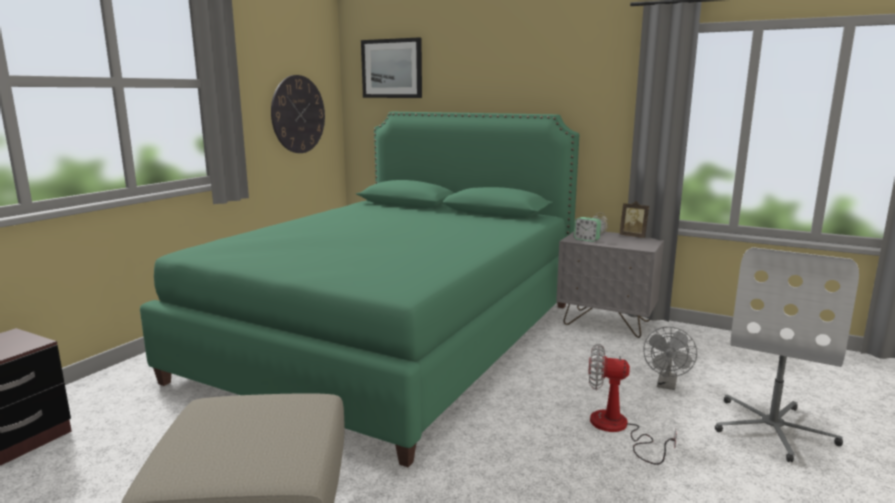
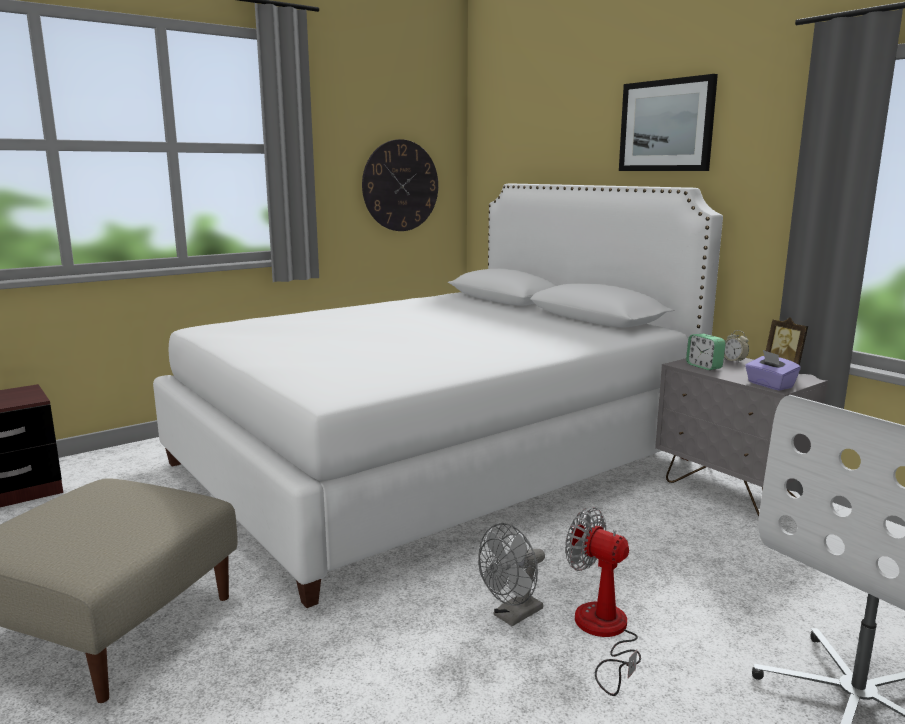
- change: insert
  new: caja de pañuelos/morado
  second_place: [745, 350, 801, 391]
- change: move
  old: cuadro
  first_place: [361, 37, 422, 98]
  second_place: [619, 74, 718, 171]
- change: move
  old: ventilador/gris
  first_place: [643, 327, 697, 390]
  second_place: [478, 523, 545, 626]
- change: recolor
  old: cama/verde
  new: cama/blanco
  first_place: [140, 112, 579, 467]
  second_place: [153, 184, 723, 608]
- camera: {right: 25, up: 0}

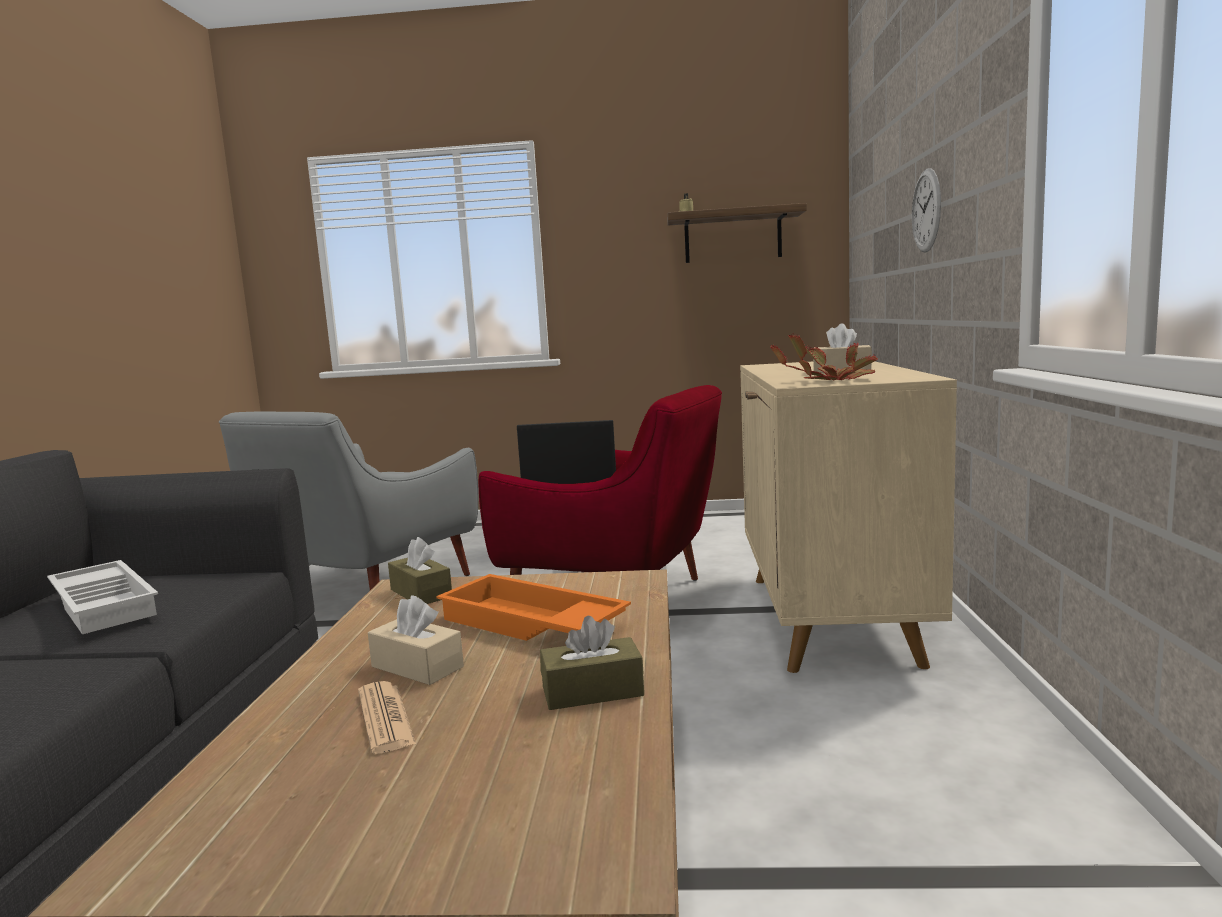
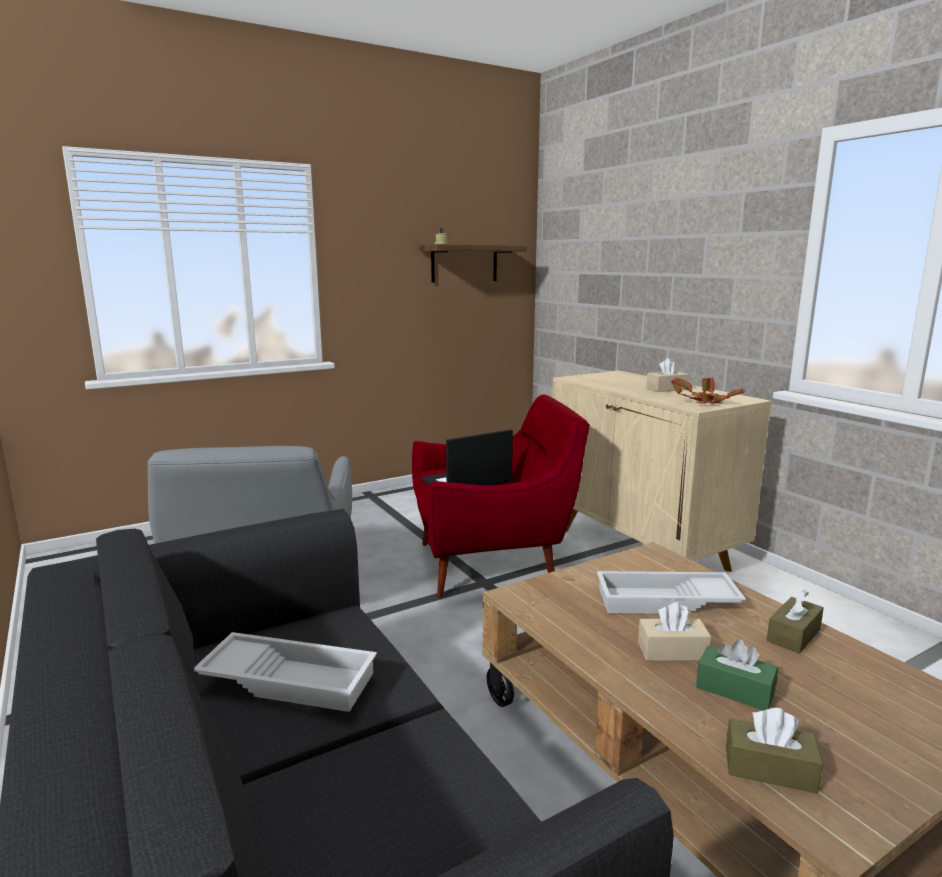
- change: delete
  old: reloj de pared
  first_place: [912, 168, 941, 253]
- change: move
  old: caja de pañuelos/marrón
  first_place: [388, 537, 452, 604]
  second_place: [726, 708, 823, 793]
- change: replace
  old: periódico
  new: caja de pañuelos/verde
  first_place: [358, 681, 416, 754]
  second_place: [696, 639, 778, 710]
- change: recolor
  old: bandeja/naranja
  new: bandeja/blanco
  first_place: [436, 574, 631, 641]
  second_place: [597, 571, 746, 614]
- camera: {right: -35, up: 5}

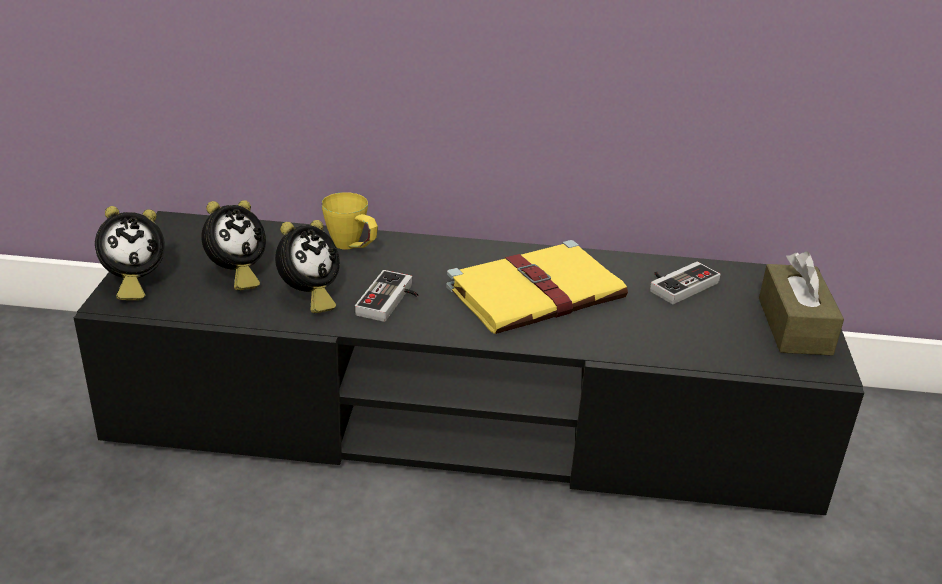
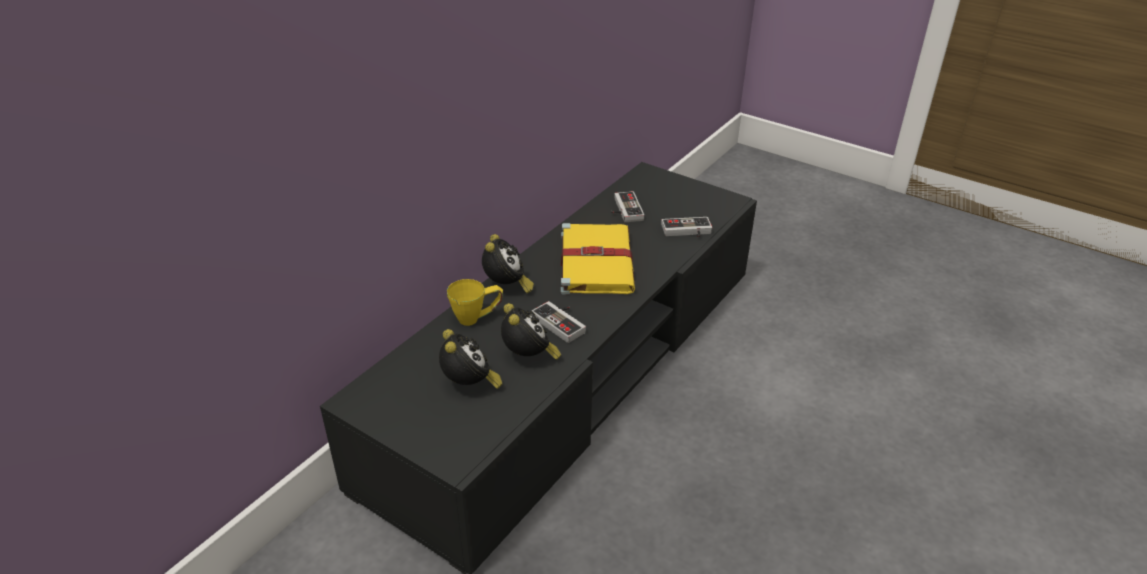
- change: delete
  old: caja de pañuelos/marrón
  first_place: [759, 252, 844, 356]
- change: insert
  new: mando de consola
  second_place: [661, 217, 712, 238]
- change: move
  old: despertador
  first_place: [95, 206, 165, 300]
  second_place: [482, 234, 534, 293]
- camera: {right: -60, up: 5}

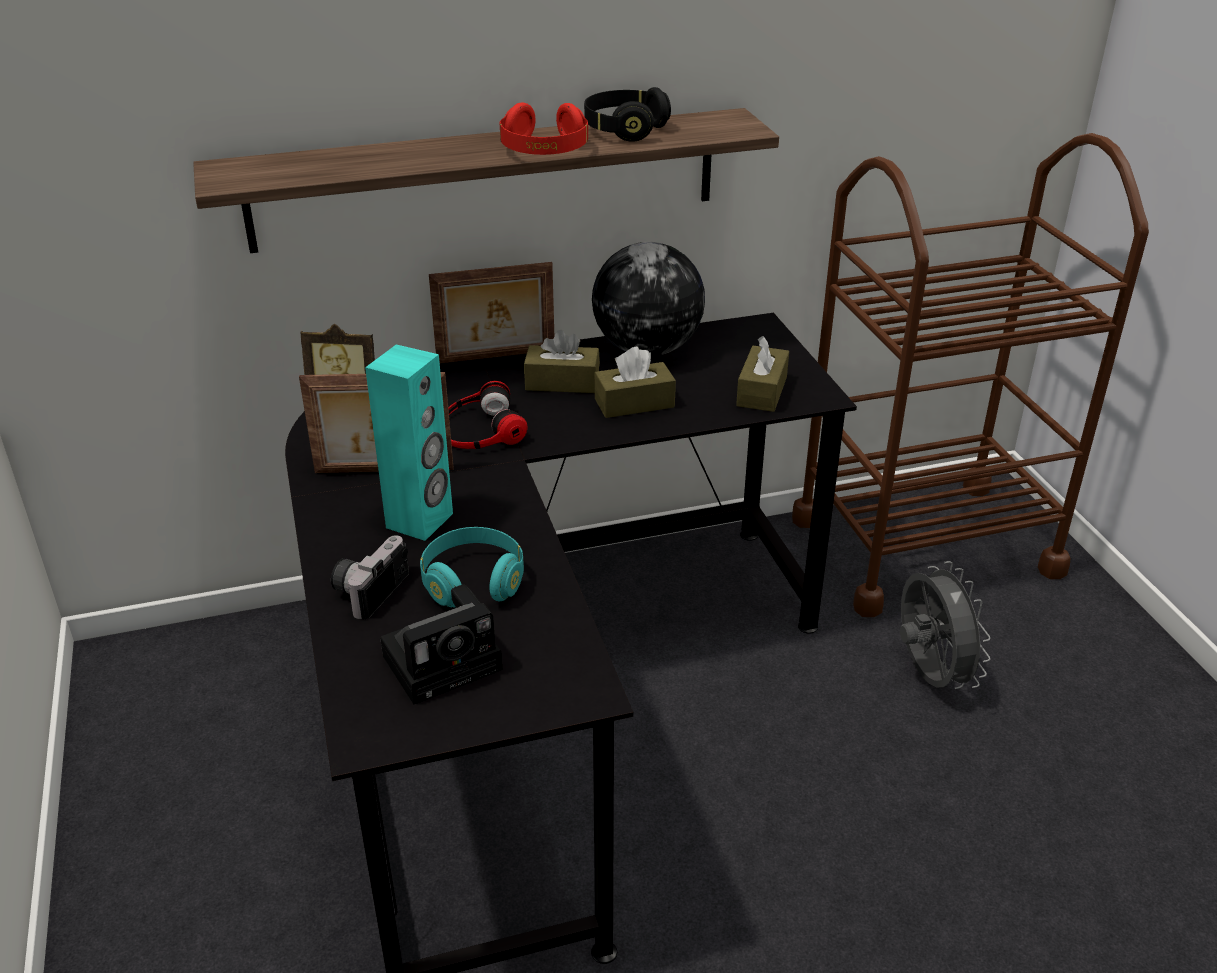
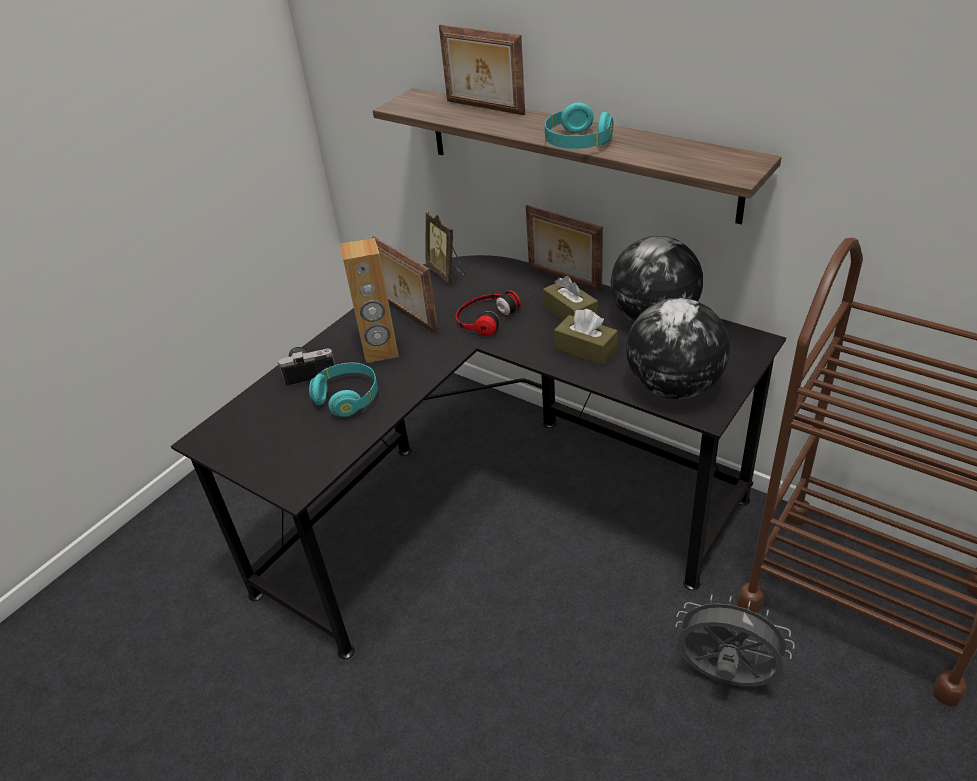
- change: delete
  old: cámara
  first_place: [380, 584, 502, 704]
- change: delete
  old: auriculares/negro
  first_place: [584, 87, 671, 142]
- change: insert
  new: portarretratos
  second_place: [439, 25, 525, 115]
- change: replace
  old: caja de pañuelos/marrón
  new: globo terráqueo
  first_place: [736, 336, 789, 412]
  second_place: [626, 298, 730, 399]
- change: recolor
  old: altavoz/turquesa
  new: altavoz/marrón
  first_place: [365, 345, 453, 541]
  second_place: [341, 238, 399, 363]
- change: recolor
  old: auriculares/rojo
  new: auriculares/turquesa
  first_place: [500, 102, 588, 155]
  second_place: [545, 103, 613, 149]
- change: rotate
  old: ventilador/gris
  first_place: [900, 561, 991, 689]
  second_place: [675, 595, 795, 687]
  degrees: -105
- camera: {right: 55, up: 5}

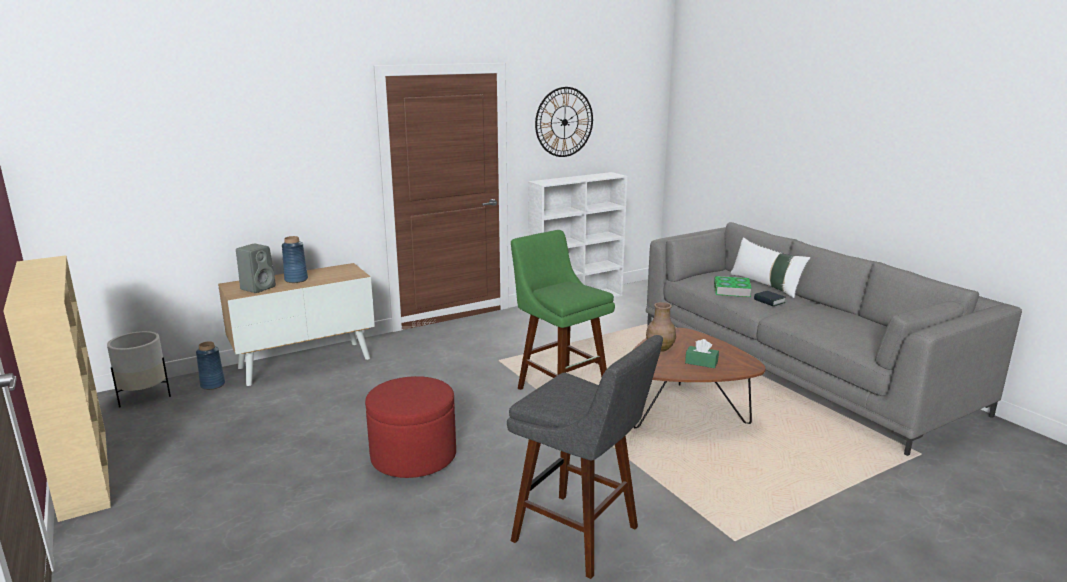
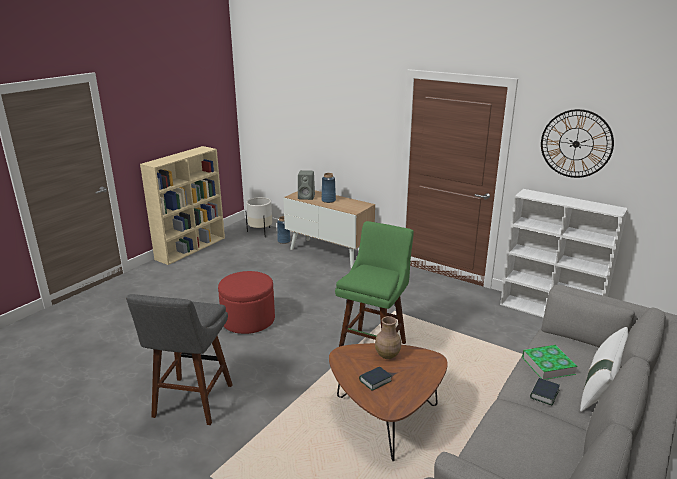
- change: replace
  old: caja de pañuelos/verde
  new: libro
  first_place: [685, 339, 719, 368]
  second_place: [359, 366, 392, 391]
- camera: {right: 65, up: 5}

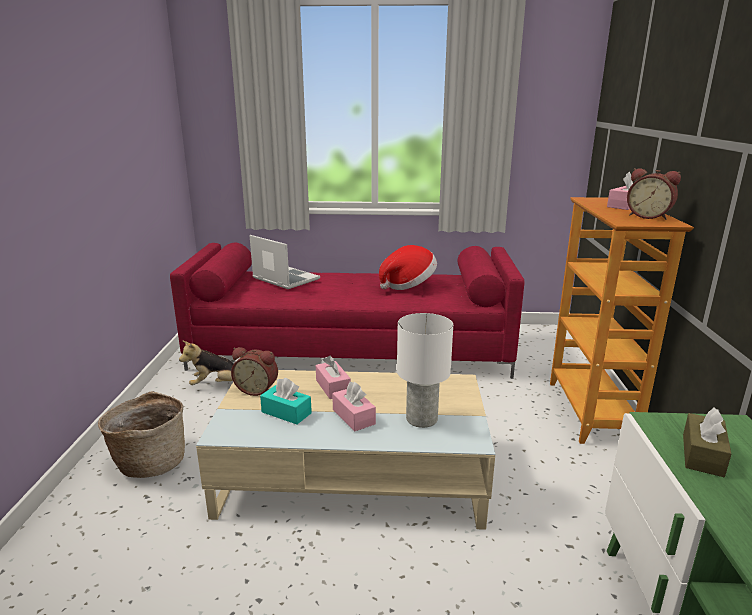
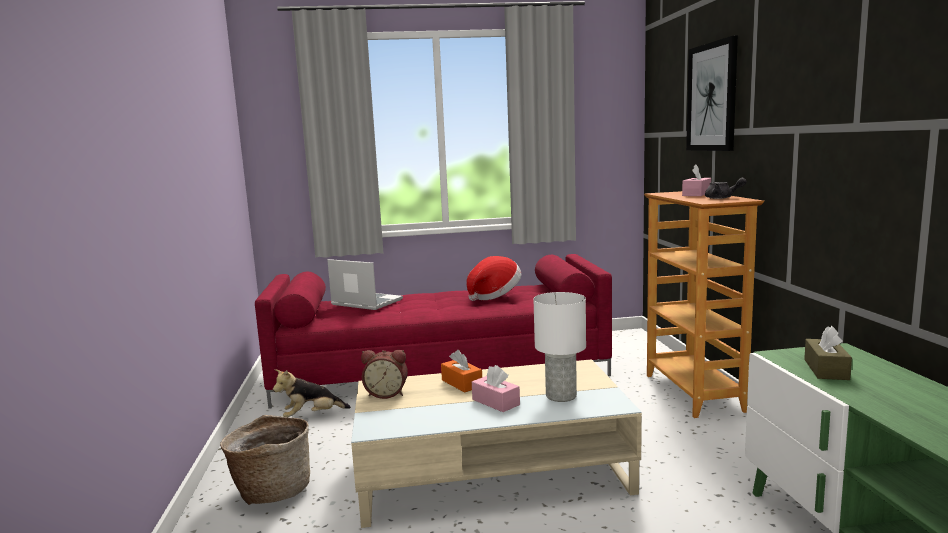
- change: delete
  old: caja de pañuelos/turquesa
  first_place: [260, 378, 312, 424]
- change: insert
  new: cuadro
  second_place: [686, 36, 738, 151]
- change: replace
  old: despertador
  new: tetera/gris
  first_place: [627, 168, 681, 220]
  second_place: [705, 178, 747, 199]
- change: recolor
  old: caja de pañuelos/rosa
  new: caja de pañuelos/naranja
  first_place: [316, 355, 351, 399]
  second_place: [441, 350, 482, 393]
- camera: {right: -10, up: -10}

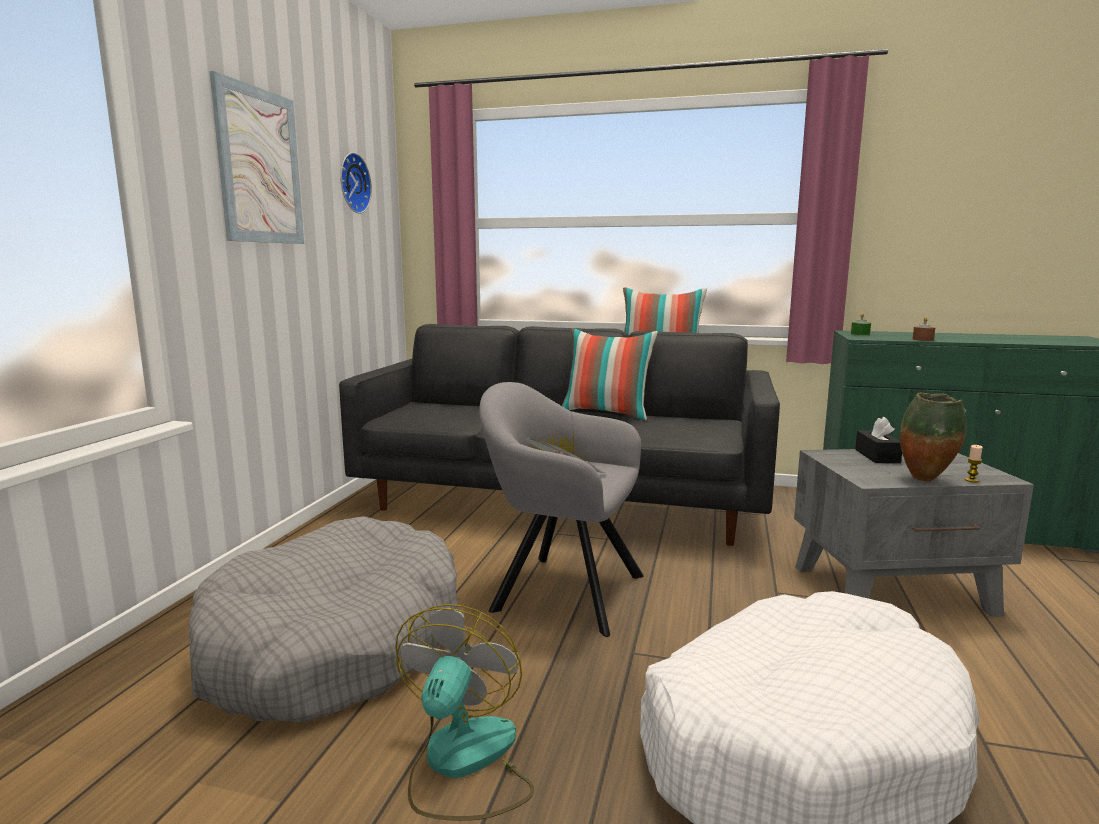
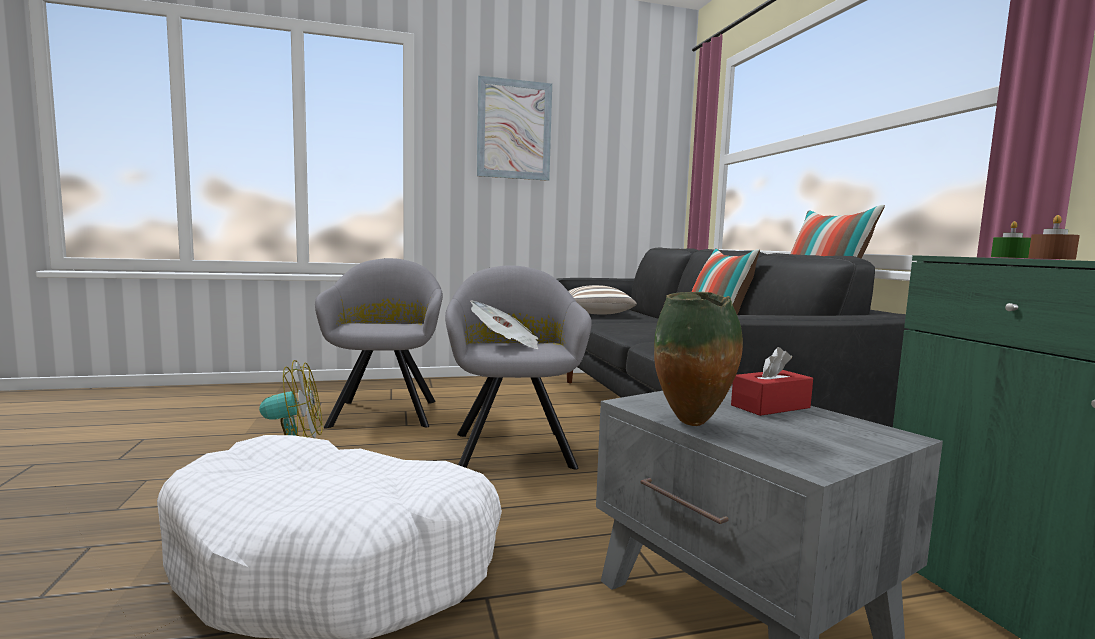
- change: delete
  old: reloj de pared
  first_place: [340, 152, 372, 214]
- change: delete
  old: vela
  first_place: [965, 445, 983, 482]
- change: insert
  new: cojín
  second_place: [569, 285, 637, 315]
- change: replace
  old: cama para perro/gris
  new: sillón/gris
  first_place: [189, 516, 460, 722]
  second_place: [315, 258, 443, 428]
- change: recolor
  old: caja de pañuelos/negro
  new: caja de pañuelos/rojo
  first_place: [855, 417, 902, 463]
  second_place: [731, 347, 813, 416]
- camera: {right: 60, up: -5}

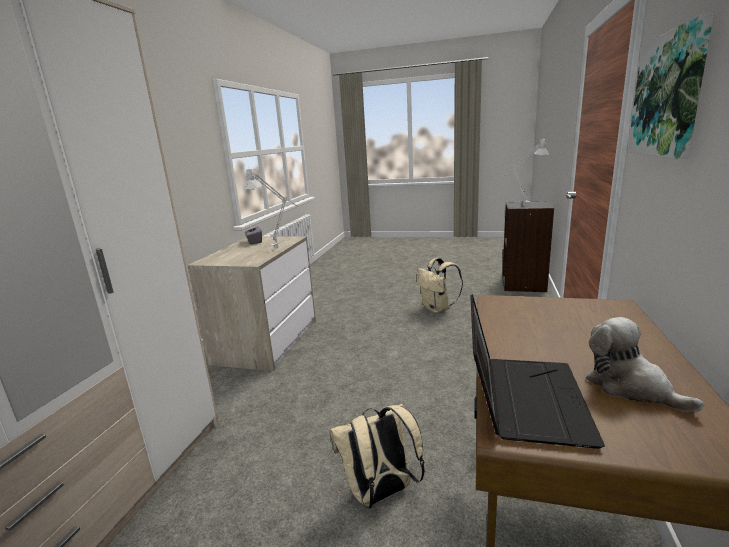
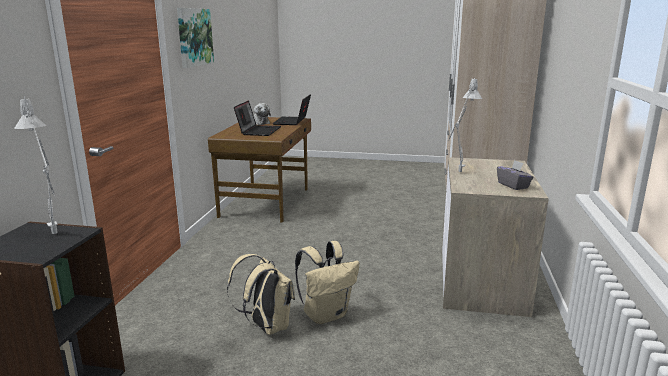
- change: insert
  new: portátil
  second_place: [234, 100, 281, 136]
- change: move
  old: mochila/beis
  first_place: [329, 404, 425, 509]
  second_place: [295, 241, 359, 324]
- camera: {right: 175, up: 0}

